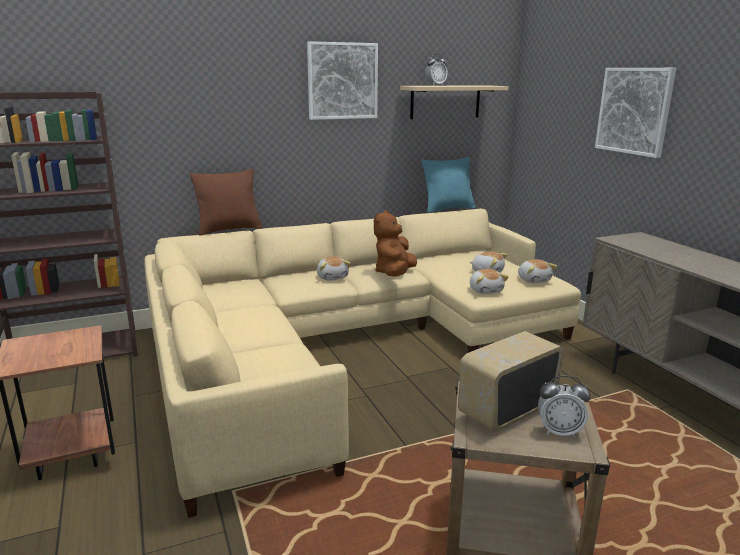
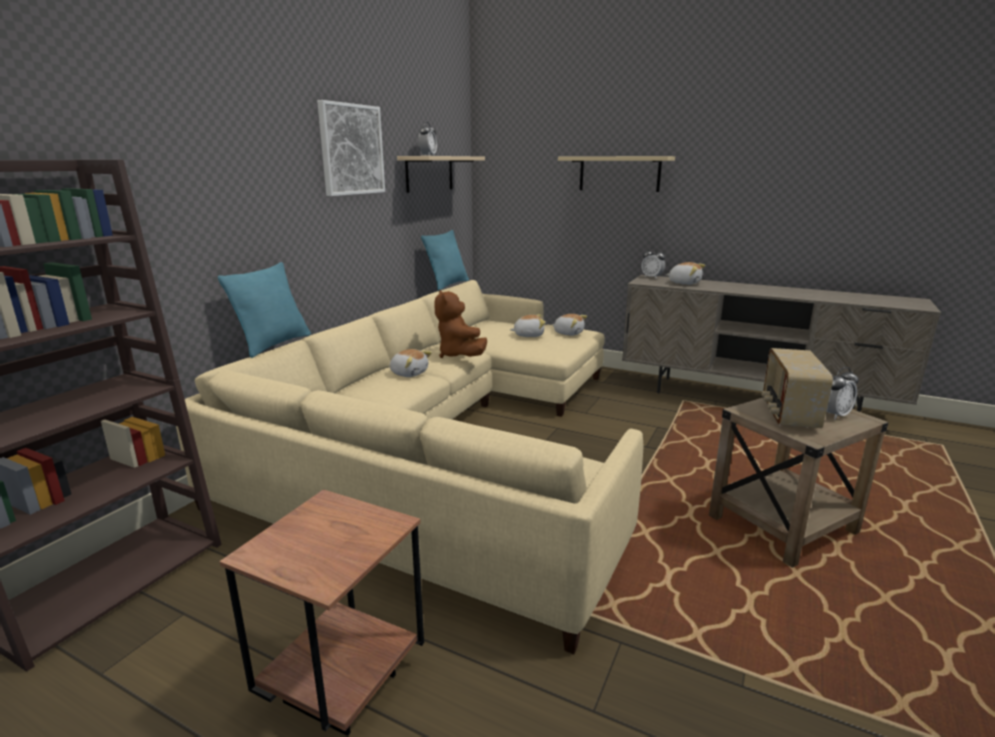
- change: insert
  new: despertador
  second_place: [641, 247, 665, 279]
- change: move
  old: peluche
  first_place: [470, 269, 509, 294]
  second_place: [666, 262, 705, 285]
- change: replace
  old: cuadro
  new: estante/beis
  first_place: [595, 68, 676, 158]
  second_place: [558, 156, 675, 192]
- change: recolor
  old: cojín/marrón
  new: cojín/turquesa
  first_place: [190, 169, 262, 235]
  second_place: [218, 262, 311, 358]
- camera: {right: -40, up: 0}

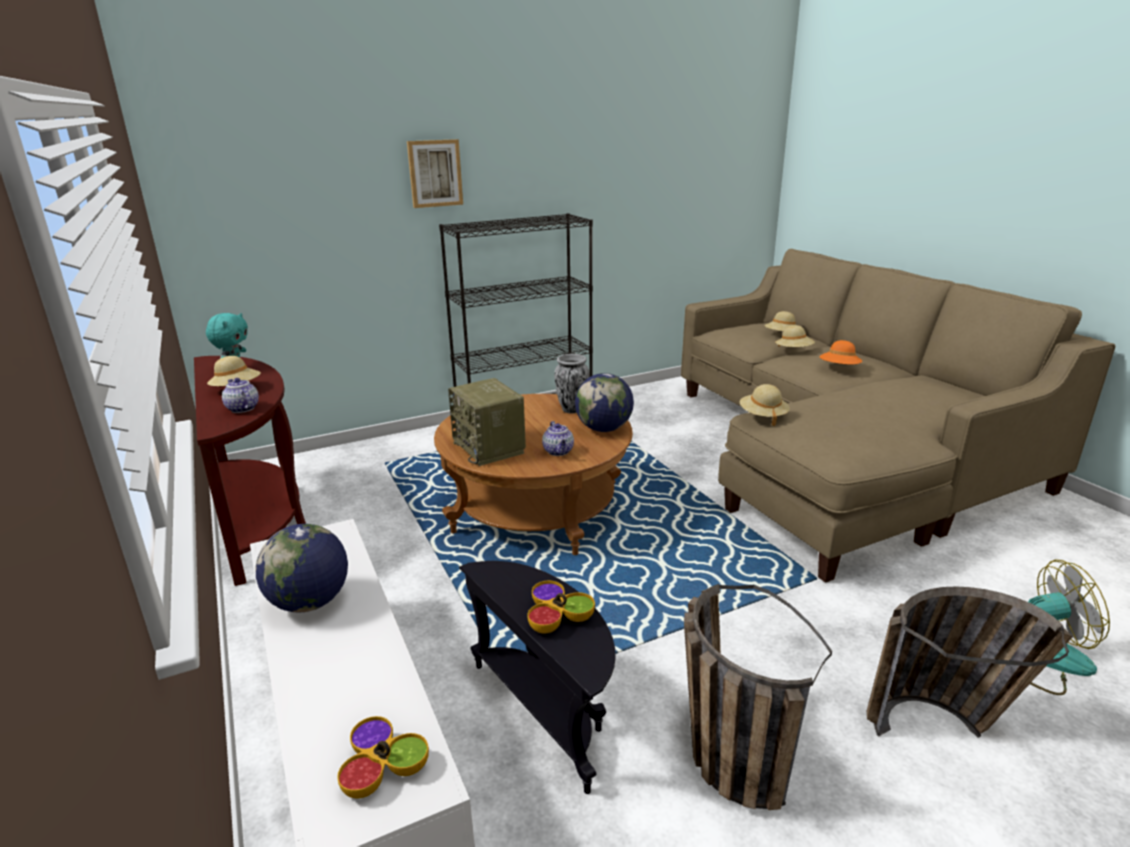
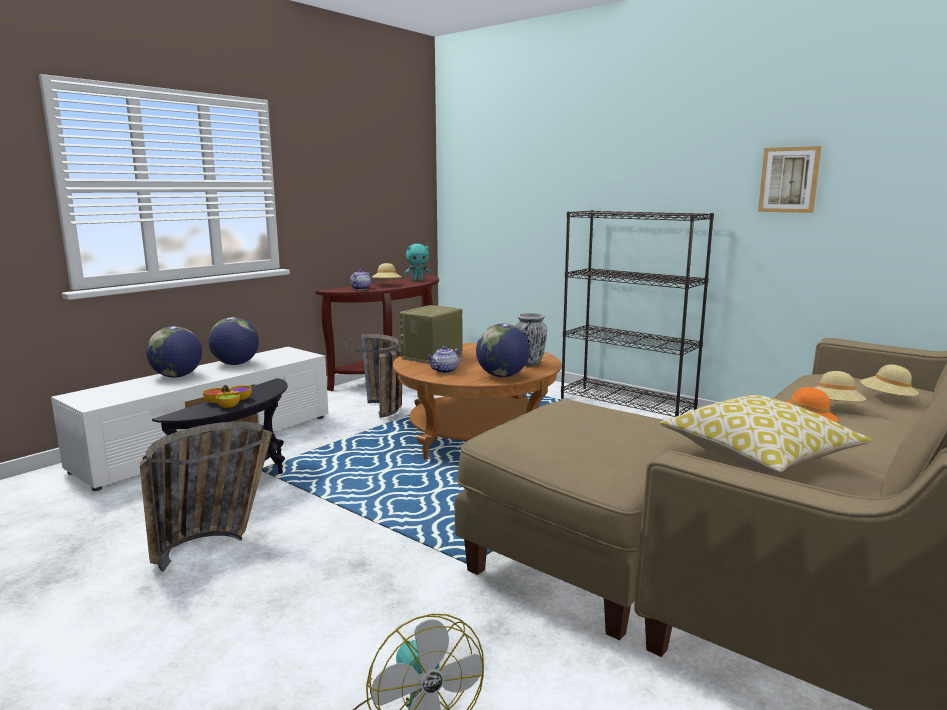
- change: delete
  old: cuenco
  first_place: [337, 716, 429, 798]
- change: delete
  old: sombrero/beis
  first_place: [740, 384, 790, 426]
- change: insert
  new: globo terráqueo
  second_place: [146, 326, 202, 378]
- change: insert
  new: cojín
  second_place: [660, 395, 872, 473]
- change: move
  old: cuadro
  first_place: [407, 139, 463, 208]
  second_place: [758, 146, 822, 213]
- change: move
  old: cesta
  first_place: [867, 586, 1073, 738]
  second_place: [345, 334, 403, 418]
- camera: {right: 65, up: -10}

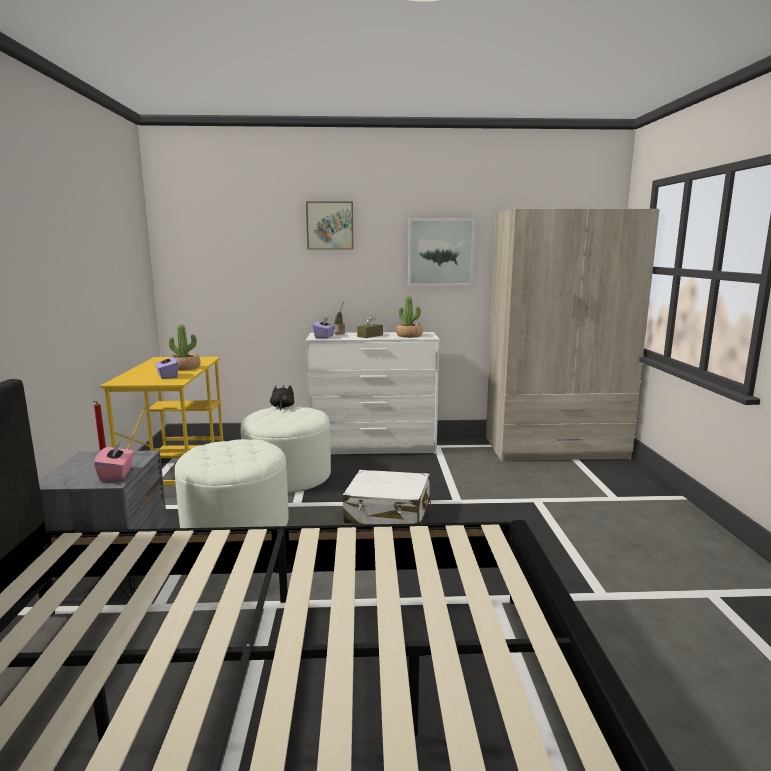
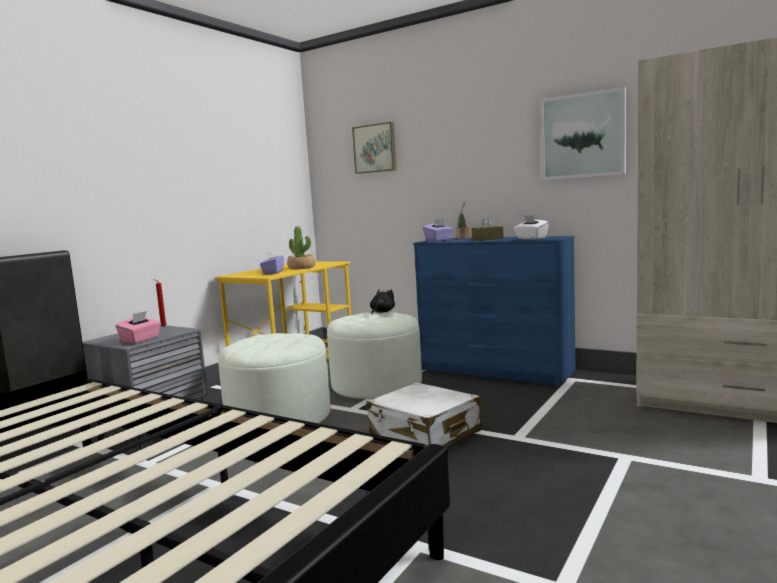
- change: move
  old: cuadro
  first_place: [306, 201, 353, 249]
  second_place: [352, 122, 396, 174]
- change: replace
  old: planta en maceta
  new: caja de pañuelos/blanco
  first_place: [396, 296, 423, 338]
  second_place: [514, 215, 549, 239]
- change: recolor
  old: cómoda/blanco
  new: cómoda/azul
  first_place: [306, 332, 440, 454]
  second_place: [413, 236, 576, 387]
- camera: {right: 35, up: -5}

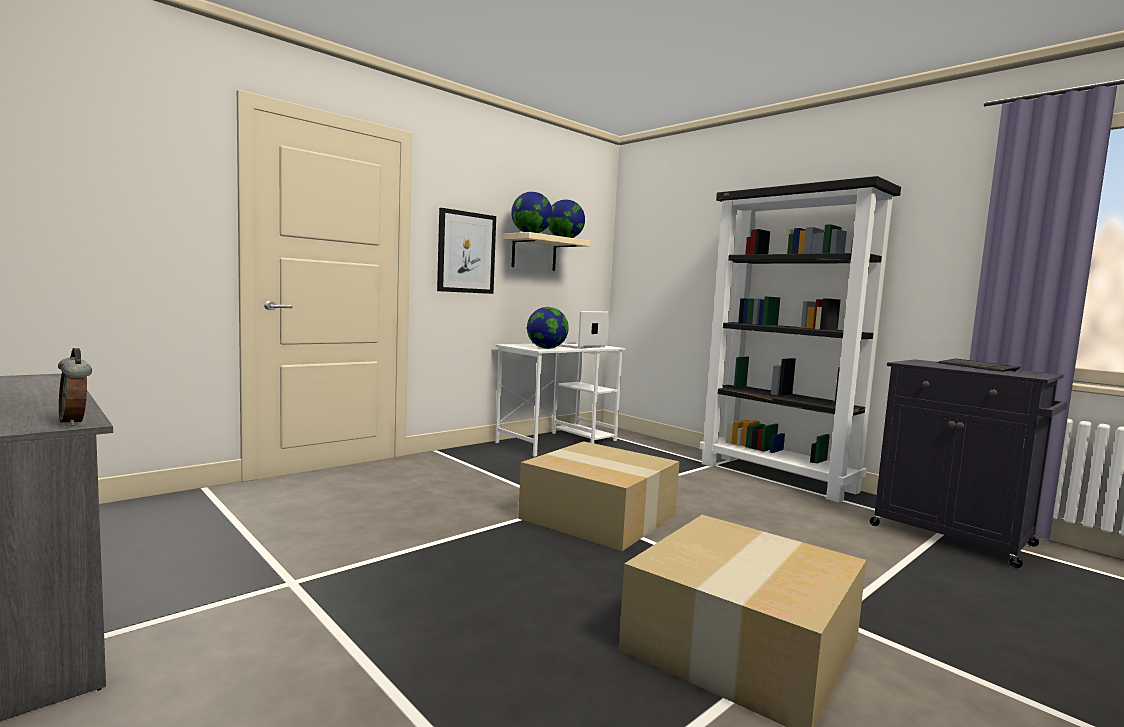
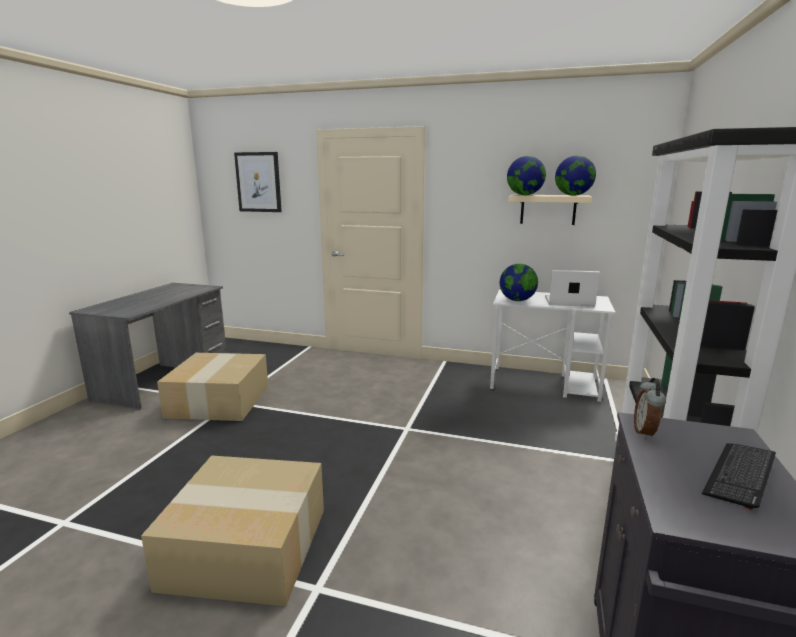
- change: move
  old: despertador
  first_place: [58, 348, 92, 426]
  second_place: [634, 378, 666, 439]
- change: move
  old: cuadro
  first_place: [437, 208, 496, 294]
  second_place: [234, 152, 282, 212]
- change: move
  old: caja de cartón
  first_place: [518, 441, 680, 551]
  second_place: [157, 353, 268, 421]
- camera: {right: 60, up: 10}

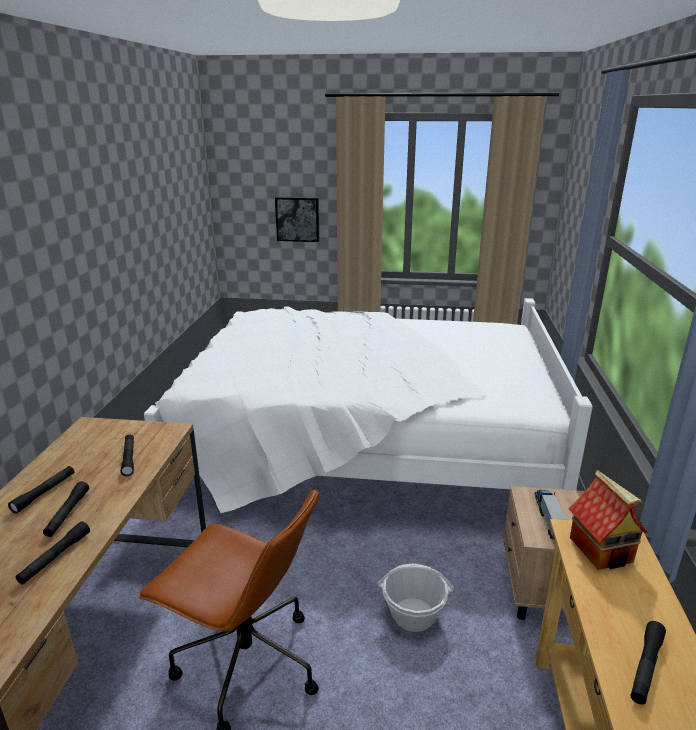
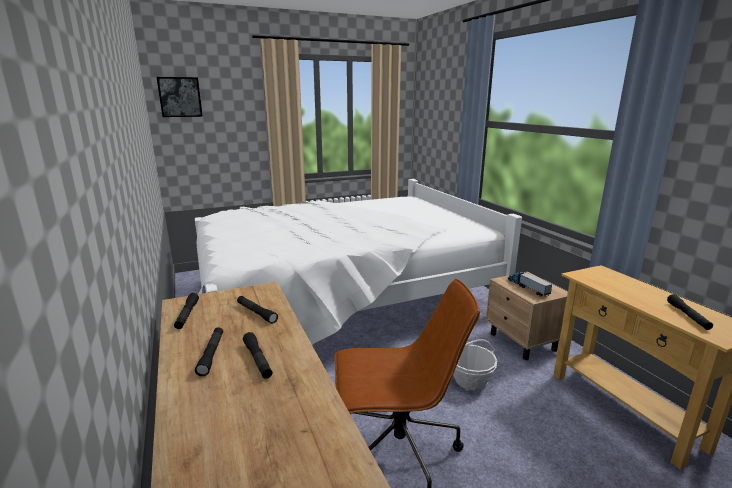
- change: delete
  old: casita
  first_place: [569, 470, 648, 570]
- change: move
  old: linterna/negro
  first_place: [16, 521, 90, 585]
  second_place: [174, 293, 199, 329]
- change: move
  old: cuadro
  first_place: [275, 197, 319, 242]
  second_place: [157, 77, 203, 117]
- camera: {right: -30, up: -5}

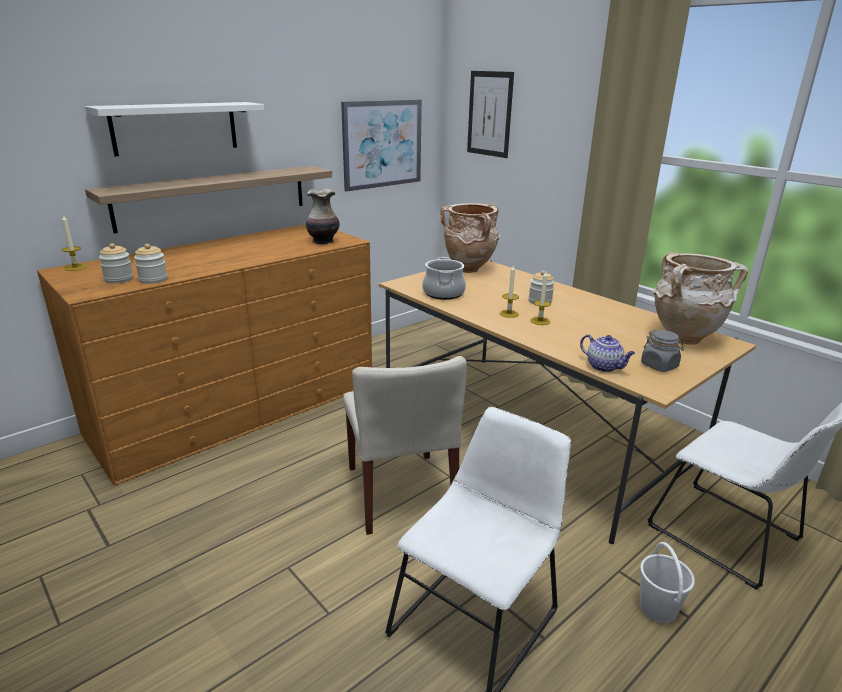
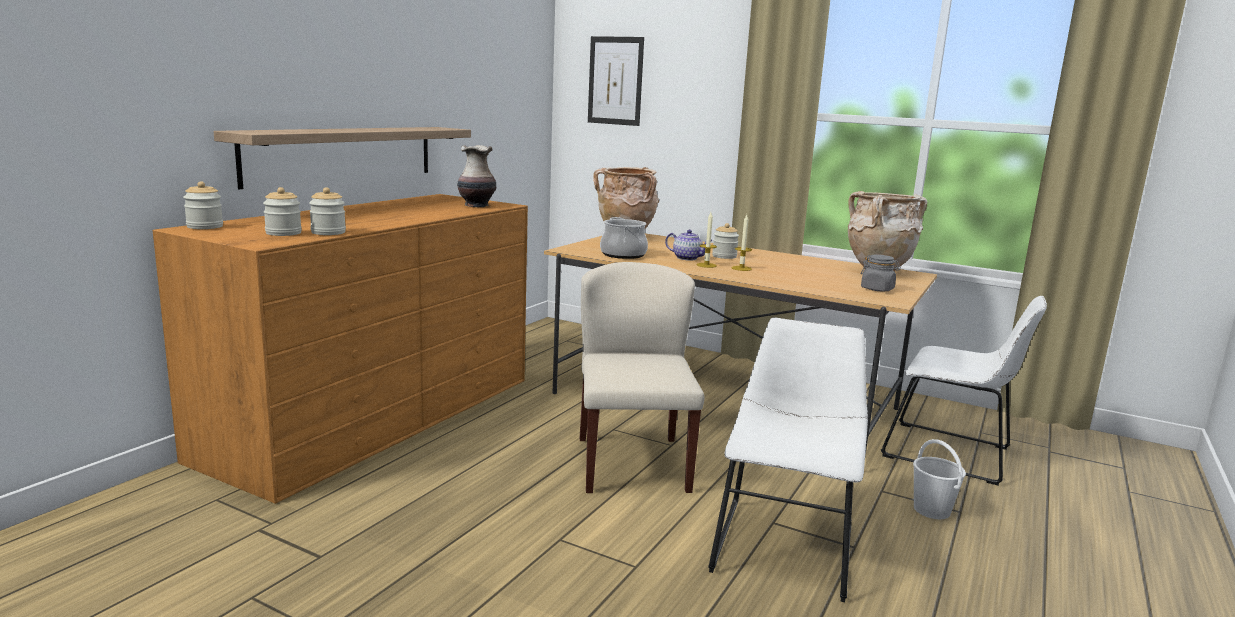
- change: delete
  old: estante/blanco
  first_place: [85, 102, 264, 157]
- change: delete
  old: cuadro
  first_place: [341, 100, 422, 192]
- change: move
  old: tetera
  first_place: [580, 334, 635, 372]
  second_place: [665, 230, 712, 261]
- change: replace
  old: vela
  new: tarro
  first_place: [62, 215, 87, 271]
  second_place: [183, 181, 223, 229]
- change: rotate
  old: silla/beis
  first_place: [343, 356, 467, 535]
  second_place: [580, 262, 704, 493]
  degrees: -150
- camera: {right: -20, up: -10}

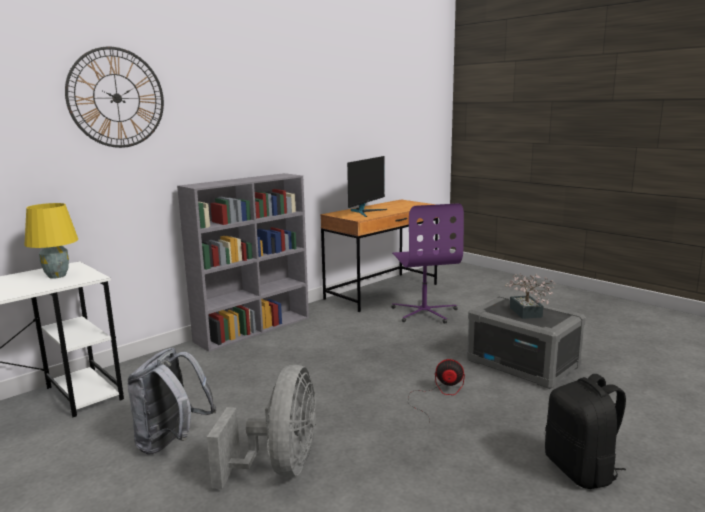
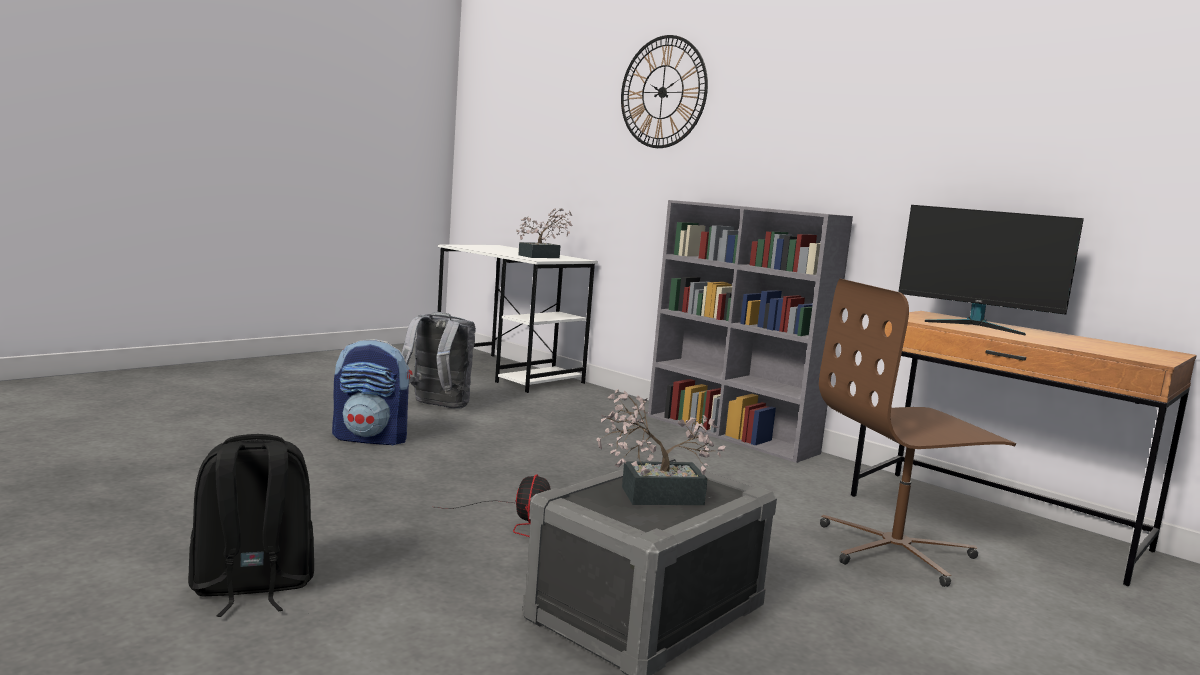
- change: replace
  old: lámpara de mesa/amarillo
  new: planta en maceta
  first_place: [24, 203, 78, 279]
  second_place: [516, 208, 572, 258]
- change: replace
  old: ventilador/gris
  new: mochila
  first_place: [207, 365, 316, 489]
  second_place: [332, 339, 413, 446]
- change: recolor
  old: silla de oficina/morado
  new: silla de oficina/marrón
  first_place: [391, 203, 464, 324]
  second_place: [819, 279, 1016, 587]
- camera: {right: 85, up: -5}

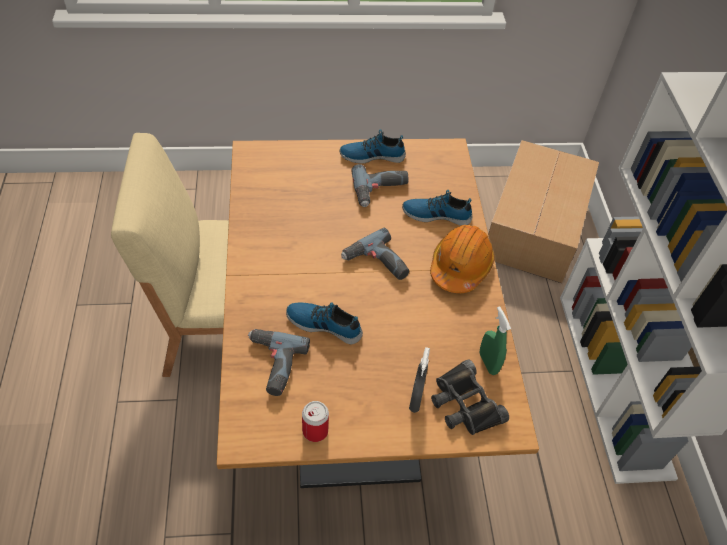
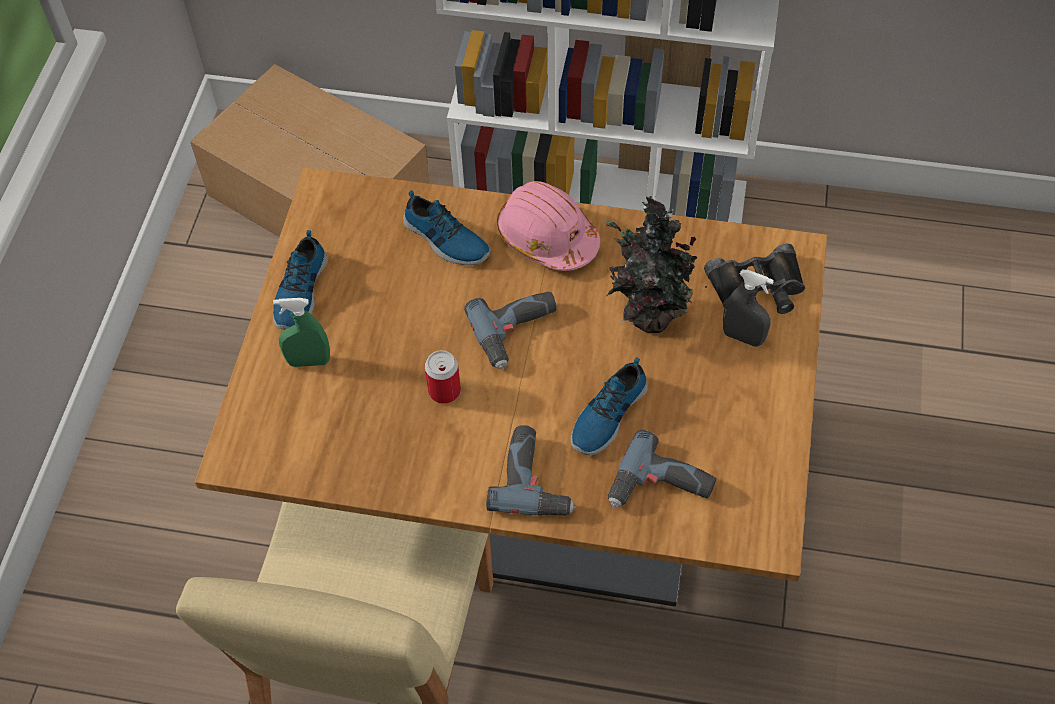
- change: insert
  new: planta en maceta
  second_place: [606, 196, 707, 333]
- change: move
  old: lata
  first_place: [302, 401, 329, 442]
  second_place: [425, 350, 461, 404]
- change: move
  old: taladro
  first_place: [351, 164, 408, 207]
  second_place: [486, 425, 576, 516]
- change: move
  old: pulverizador/verde
  first_place: [479, 306, 511, 375]
  second_place: [273, 298, 330, 367]
- change: recolor
  old: casco/naranja
  new: casco/rosa
  first_place: [430, 225, 495, 293]
  second_place: [497, 181, 600, 271]
- change: rotate
  old: zapato
  first_place: [402, 190, 472, 226]
  second_place: [403, 190, 491, 265]
  degrees: -75
- camera: {right: -70, up: 5}

